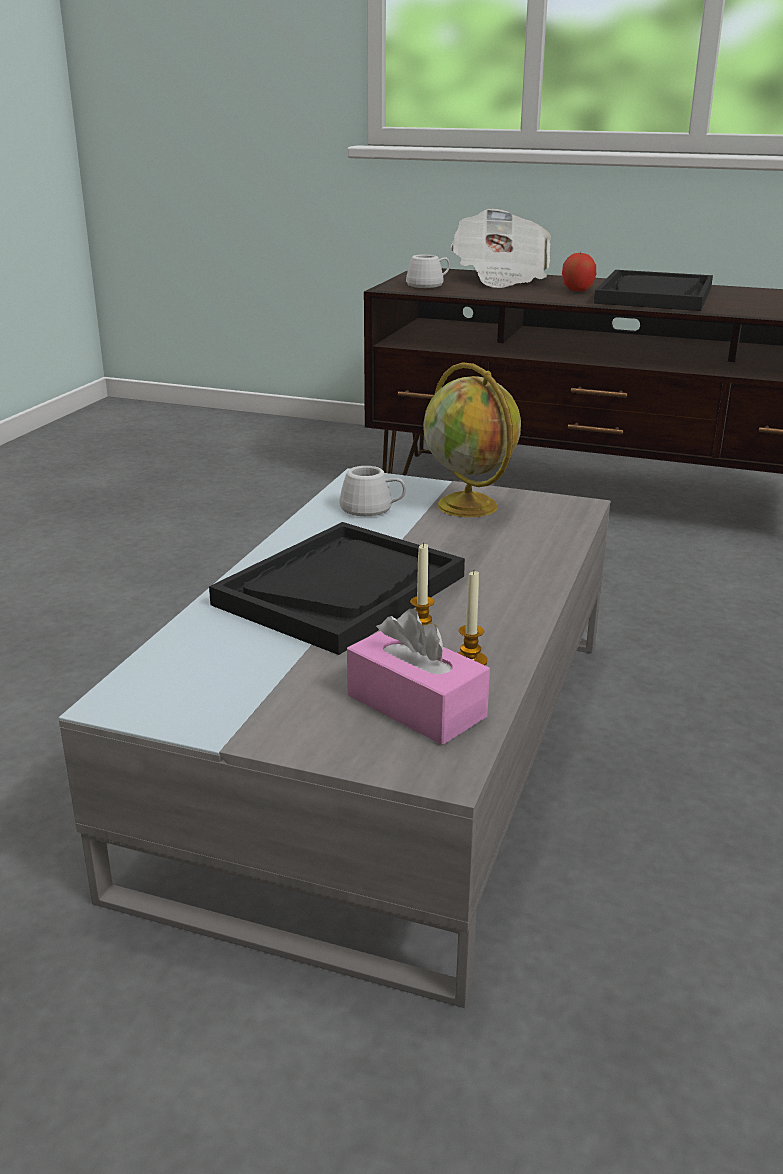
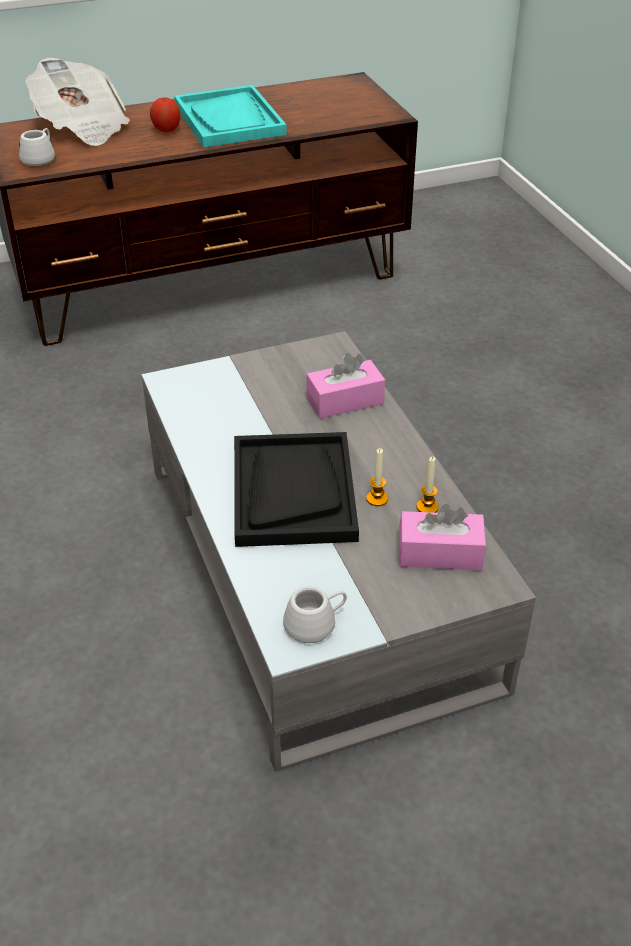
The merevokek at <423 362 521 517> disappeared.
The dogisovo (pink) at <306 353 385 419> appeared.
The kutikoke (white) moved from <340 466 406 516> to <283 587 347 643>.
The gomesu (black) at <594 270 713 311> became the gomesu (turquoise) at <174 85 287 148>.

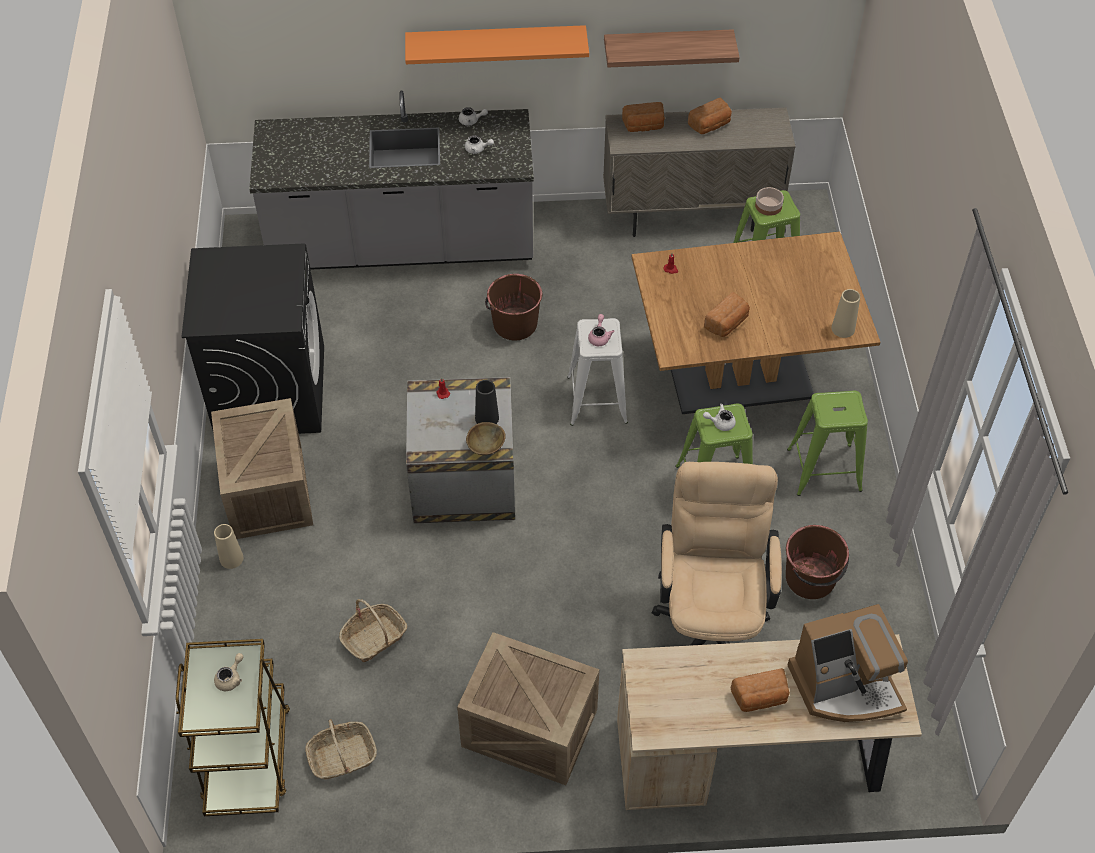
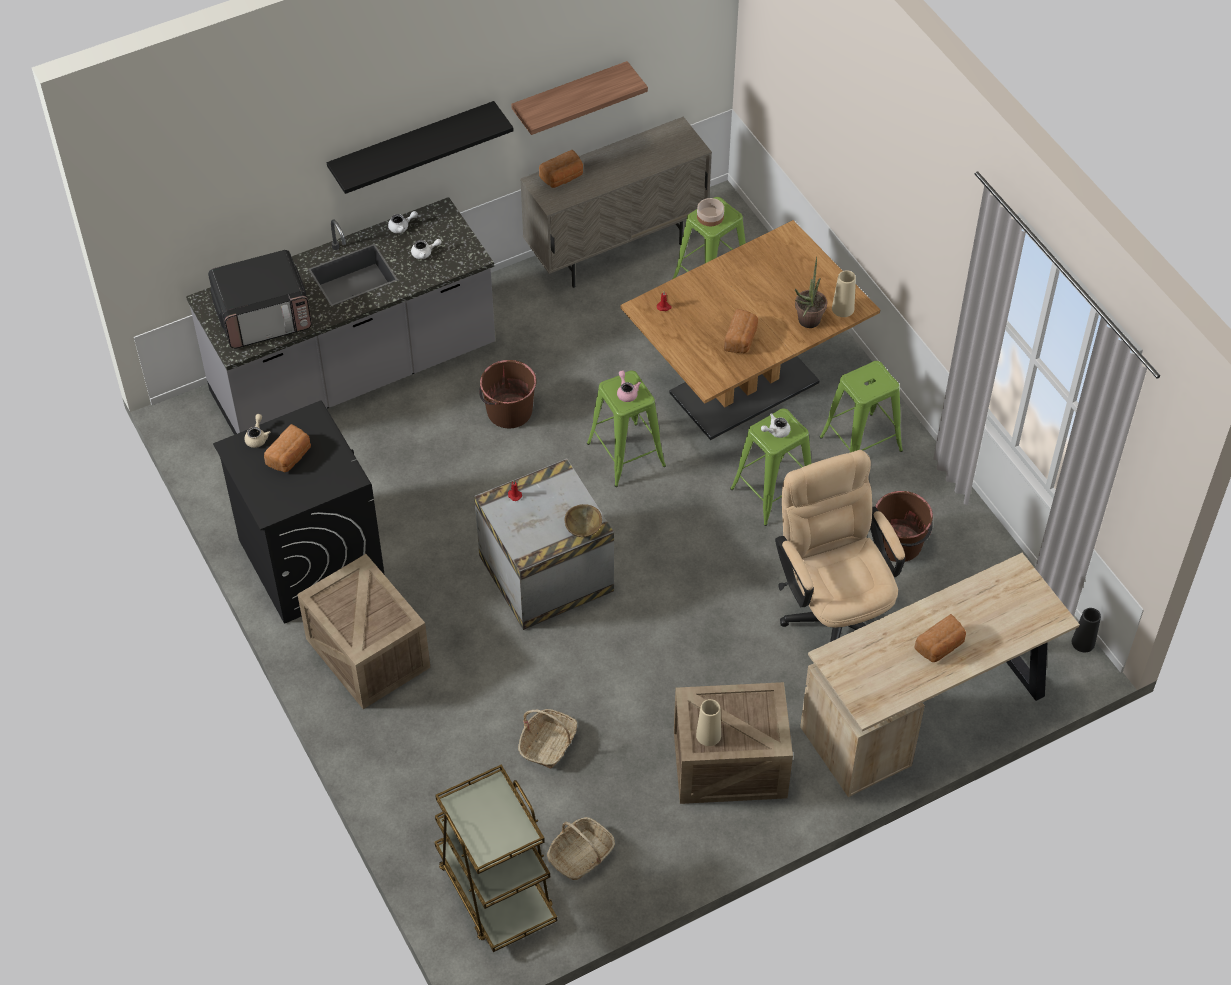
The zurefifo at <787 604 908 722> disappeared.
The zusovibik at <208 250 312 349> appeared.
The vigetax at <795 256 827 328> appeared.
The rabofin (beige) moved from <214 524 244 569> to <696 699 721 746>.
The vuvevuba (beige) moved from <214 653 243 691> to <244 414 271 448>.
The rabofin (black) moved from <475 380 499 424> to <1072 608 1101 652>.
The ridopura moved from <688 98 732 134> to <264 424 311 473>.
The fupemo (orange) at <405 25 589 64> became the fupemo (black) at <327 101 514 194>.
The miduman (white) at <567 318 628 426> became the miduman (green) at <587 371 666 487>.

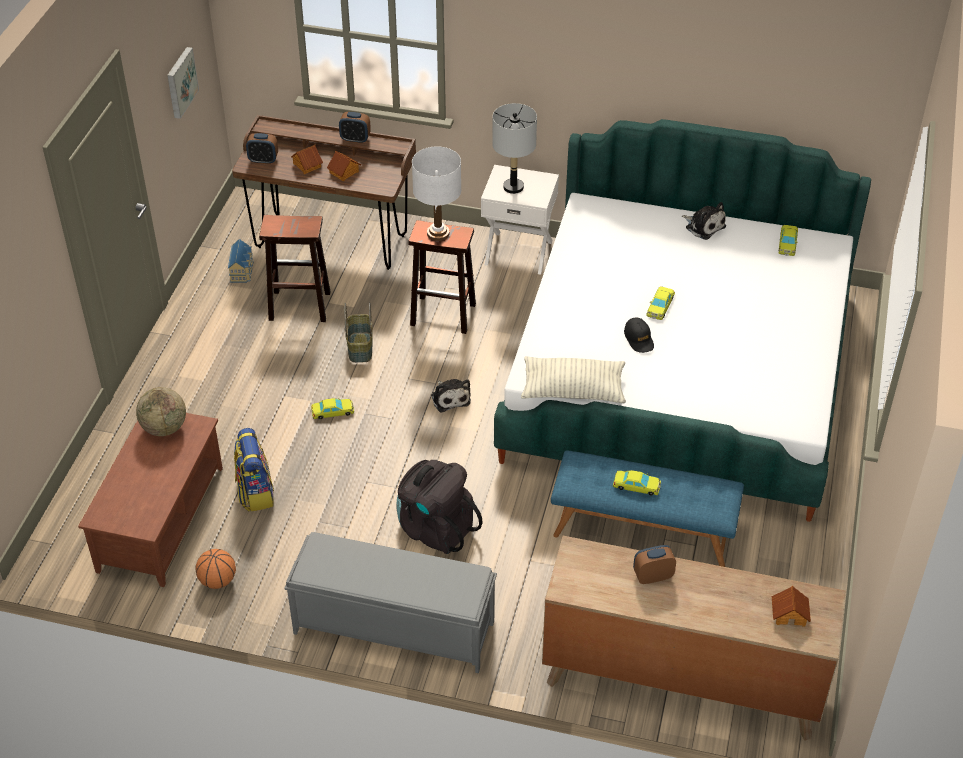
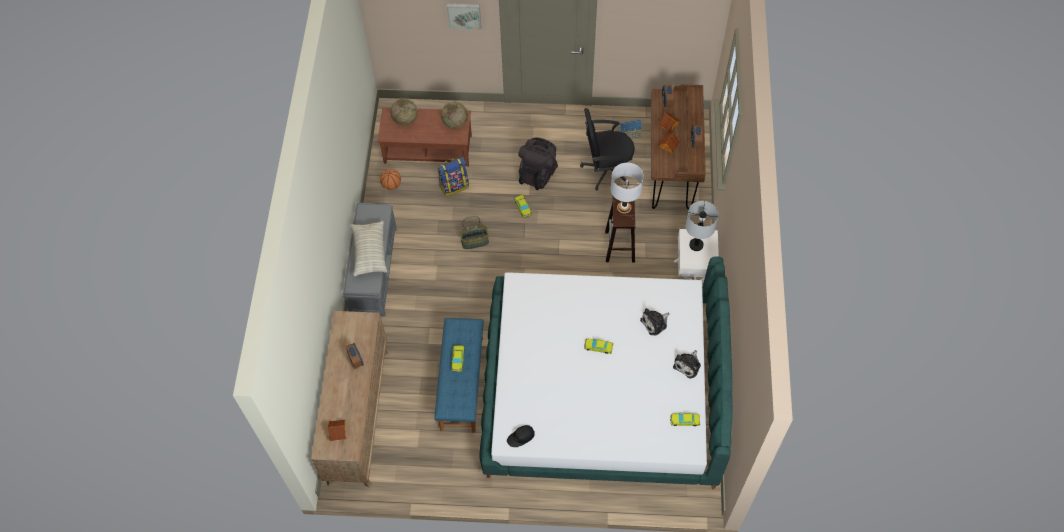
The merevokek at <391 99 417 126> appeared.
The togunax moved from <167 47 199 119> to <447 4 481 30>.
The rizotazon moved from <344 302 373 363> to <460 216 489 249>.
The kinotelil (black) moved from <397 460 483 554> to <518 138 558 190>.
The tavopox moved from <431 379 471 412> to <640 308 669 335>.
The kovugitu moved from <521 356 626 403> to <351 221 387 277>.
The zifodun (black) moved from <624 318 654 353> to <507 425 535 447>.
The miduman (brown) at <259 215 330 322> was replaced by the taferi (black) at <580 108 635 190>.

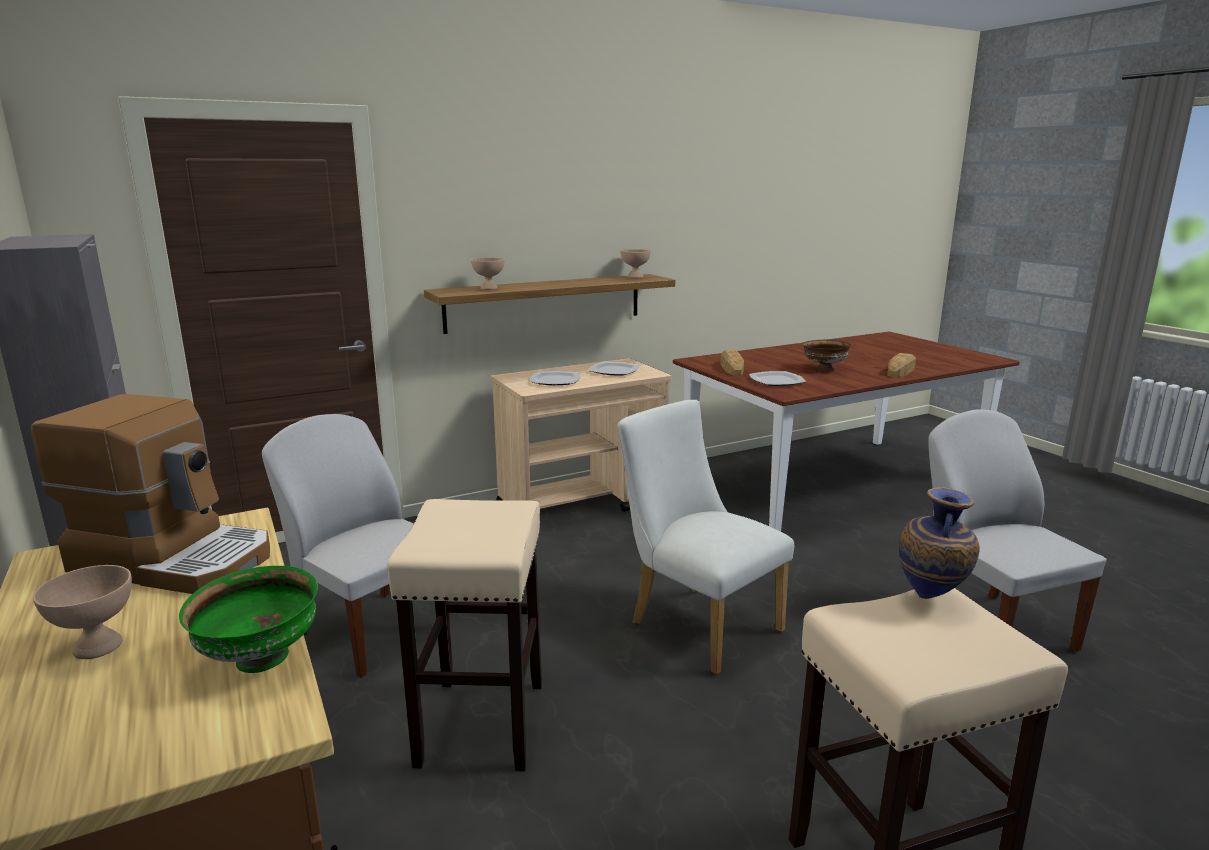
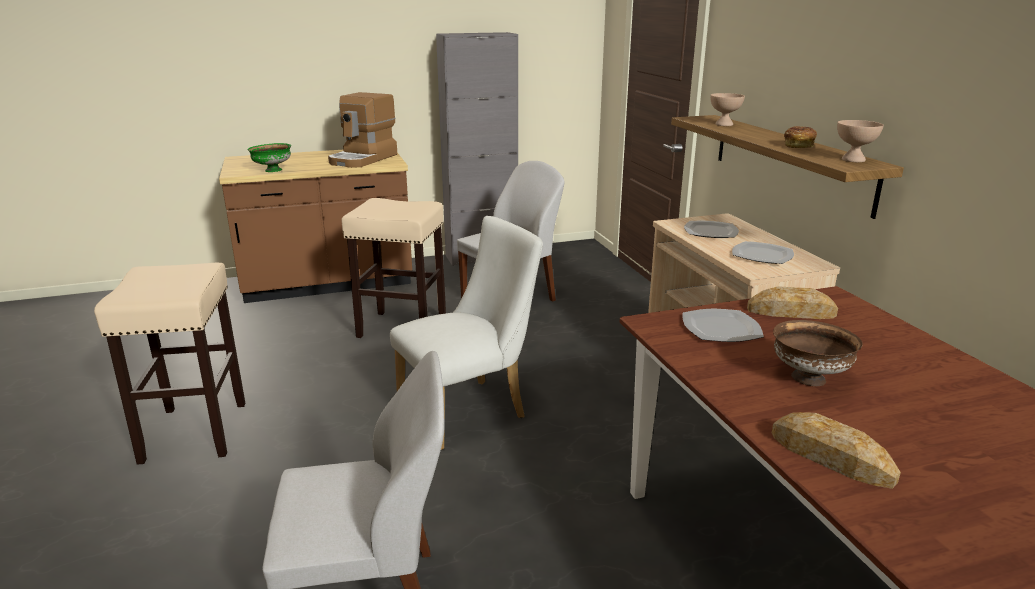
The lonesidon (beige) at <33 565 132 659> disappeared.
The rabofin at <899 487 980 599> disappeared.
The ridopura at <784 126 817 148> appeared.

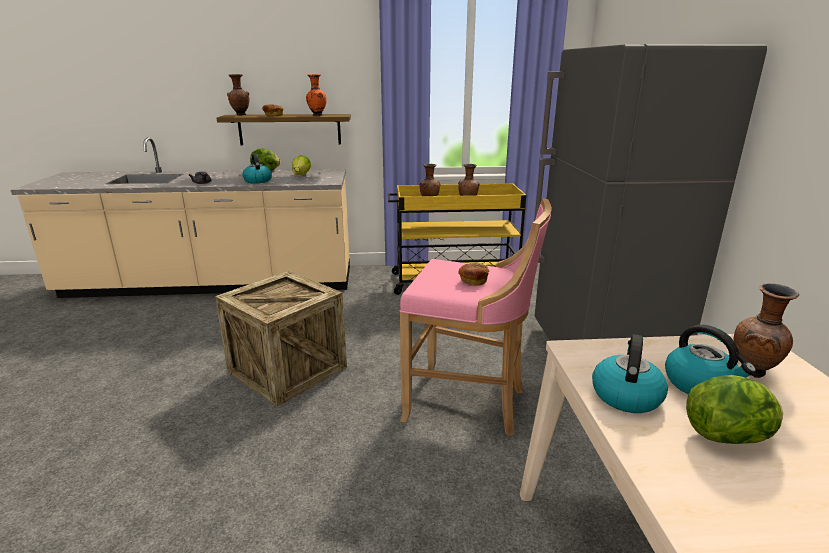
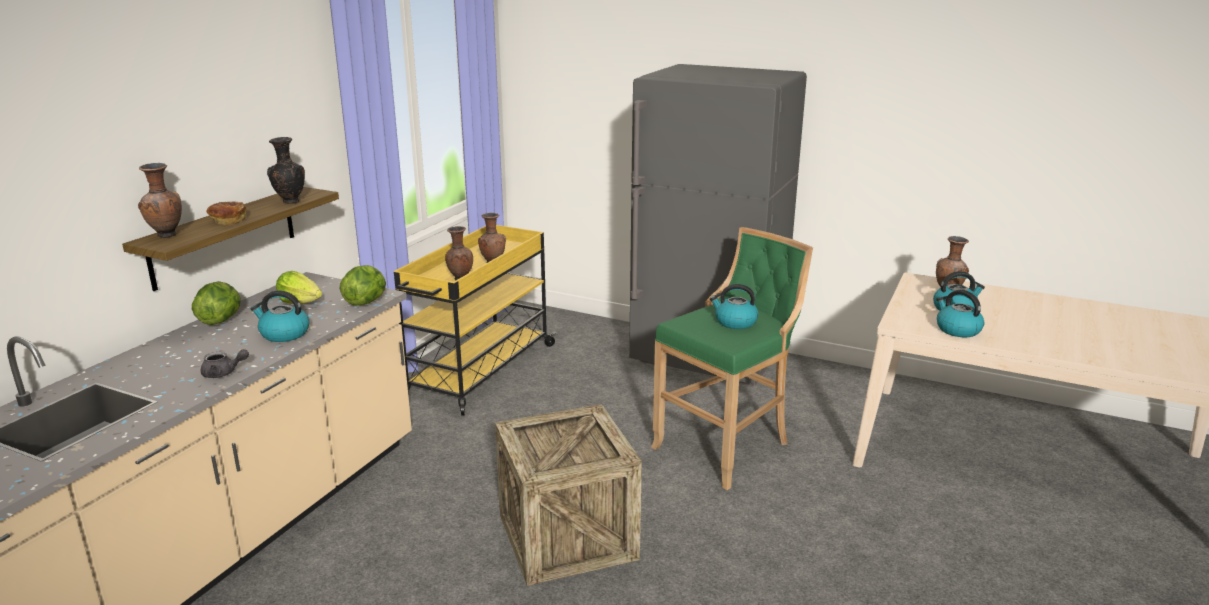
The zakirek moved from <686 375 783 444> to <340 265 386 306>.
The ridopura at <459 263 489 286> was replaced by the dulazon at <710 284 758 329>.
The rabofin (orange) at <306 74 327 116> became the rabofin (black) at <267 137 305 204>.
The miduman (pink) at <399 198 552 436> became the miduman (green) at <651 227 813 490>.

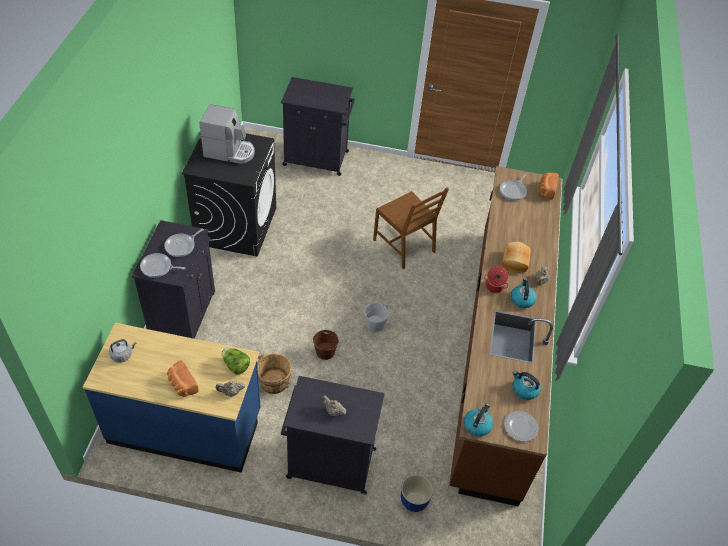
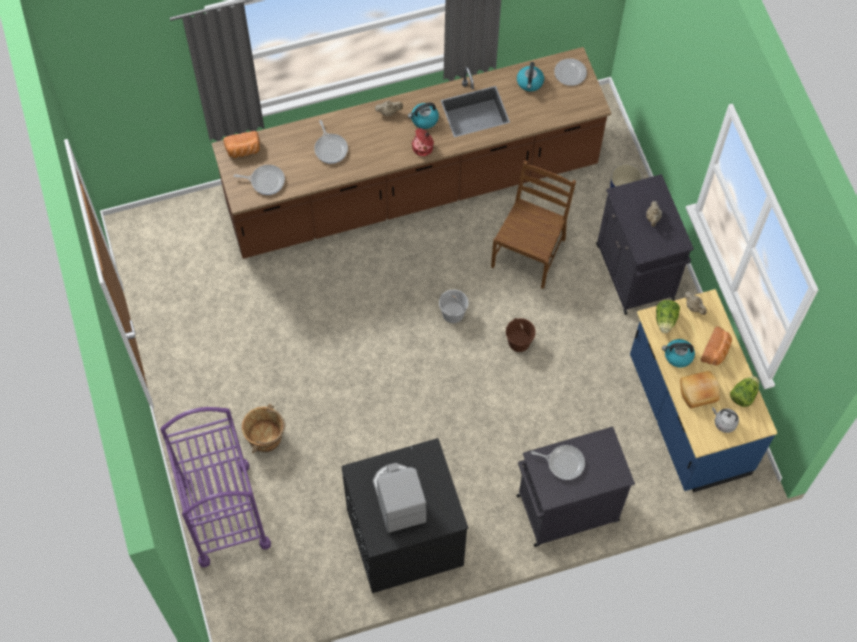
The zakirek at <730 376 759 407> appeared.
The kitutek moved from <140 253 186 278> to <314 120 348 164>.
The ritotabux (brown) moved from <257 353 292 394> to <242 404 285 453>.
The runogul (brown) moved from <373 188 449 269> to <491 160 576 289>.
The dulazon moved from <464 403 493 436> to <662 339 695 368>.
The ridopura moved from <502 242 531 272> to <680 371 720 409>.
The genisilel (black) at <281 77 355 176> was replaced by the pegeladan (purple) at <160 407 271 567>.

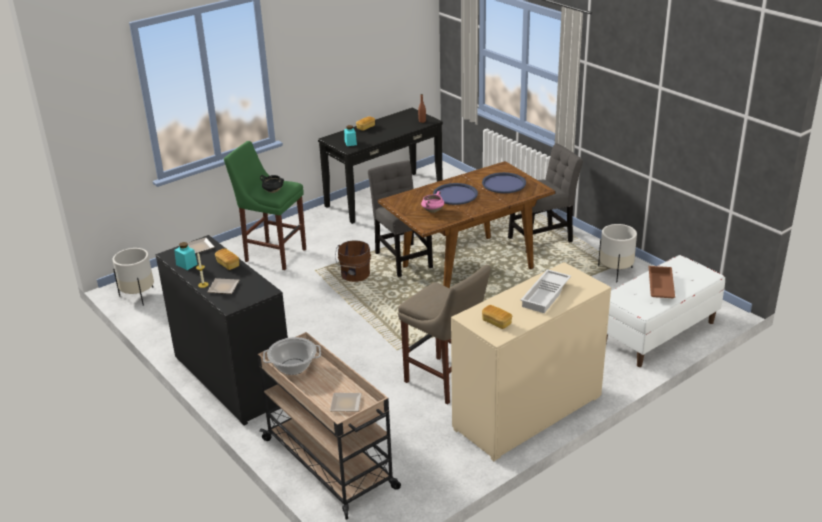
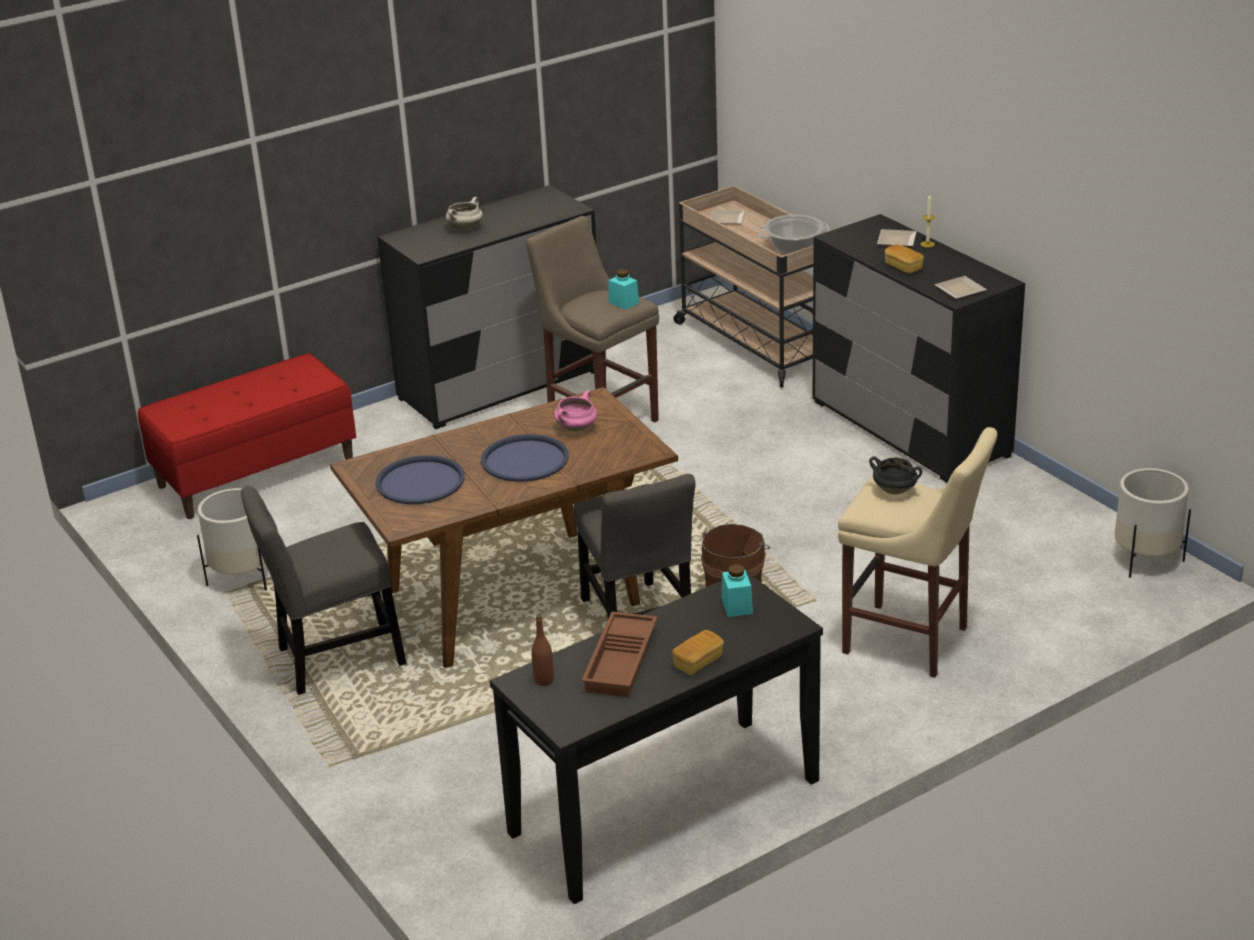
The ridopura at <482 305 512 329> disappeared.
The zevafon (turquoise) moved from <174 242 198 270> to <609 269 639 310>.
The gomesu (brown) moved from <649 266 675 299> to <582 612 658 697>.
The gomesu (white) at <521 269 571 313> was replaced by the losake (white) at <446 197 483 231>.
The miduman (green) at <224 141 306 270> became the miduman (beige) at <838 427 997 678>.
The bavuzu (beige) at <451 262 611 461> became the bavuzu (black) at <377 185 596 429>.
The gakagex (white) at <606 255 725 367> became the gakagex (red) at <138 353 356 519>.

